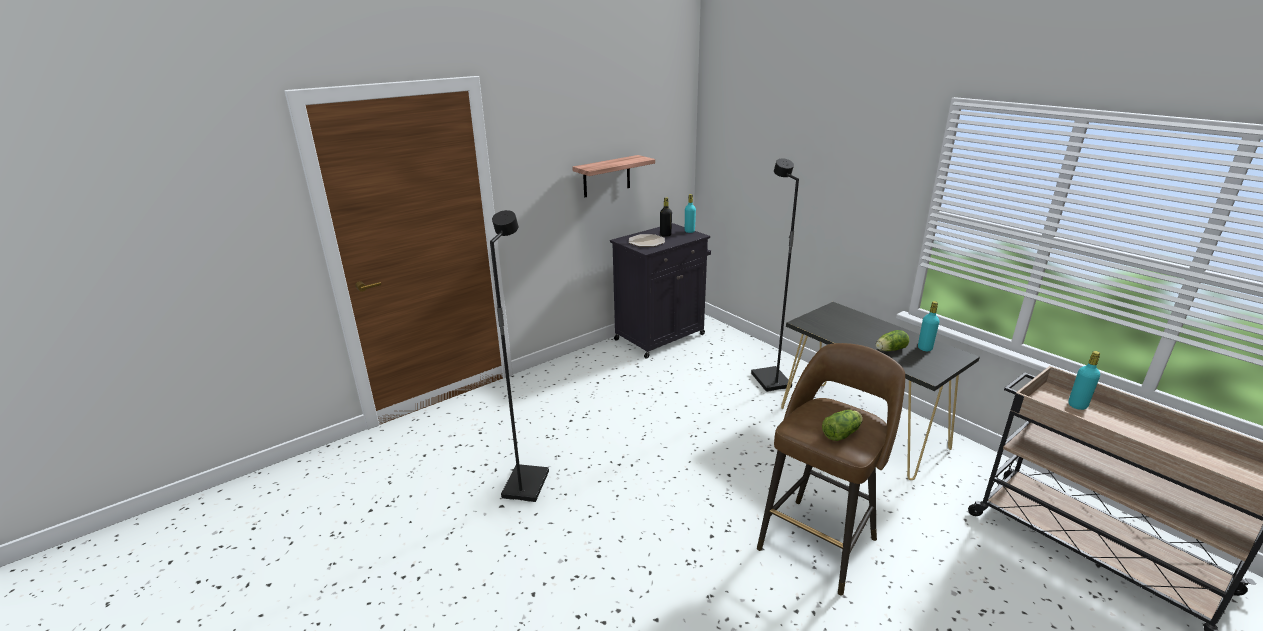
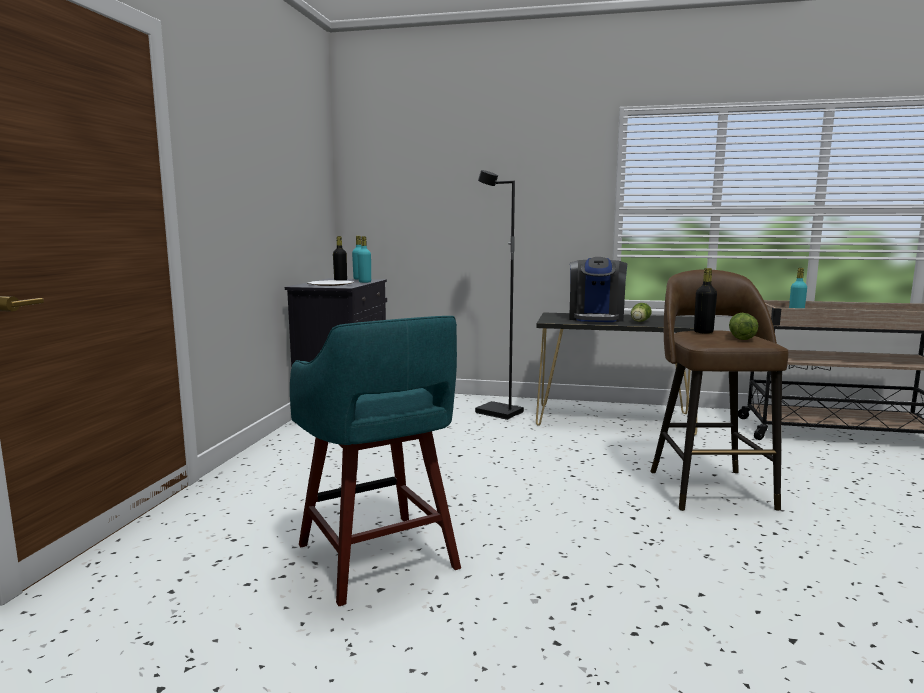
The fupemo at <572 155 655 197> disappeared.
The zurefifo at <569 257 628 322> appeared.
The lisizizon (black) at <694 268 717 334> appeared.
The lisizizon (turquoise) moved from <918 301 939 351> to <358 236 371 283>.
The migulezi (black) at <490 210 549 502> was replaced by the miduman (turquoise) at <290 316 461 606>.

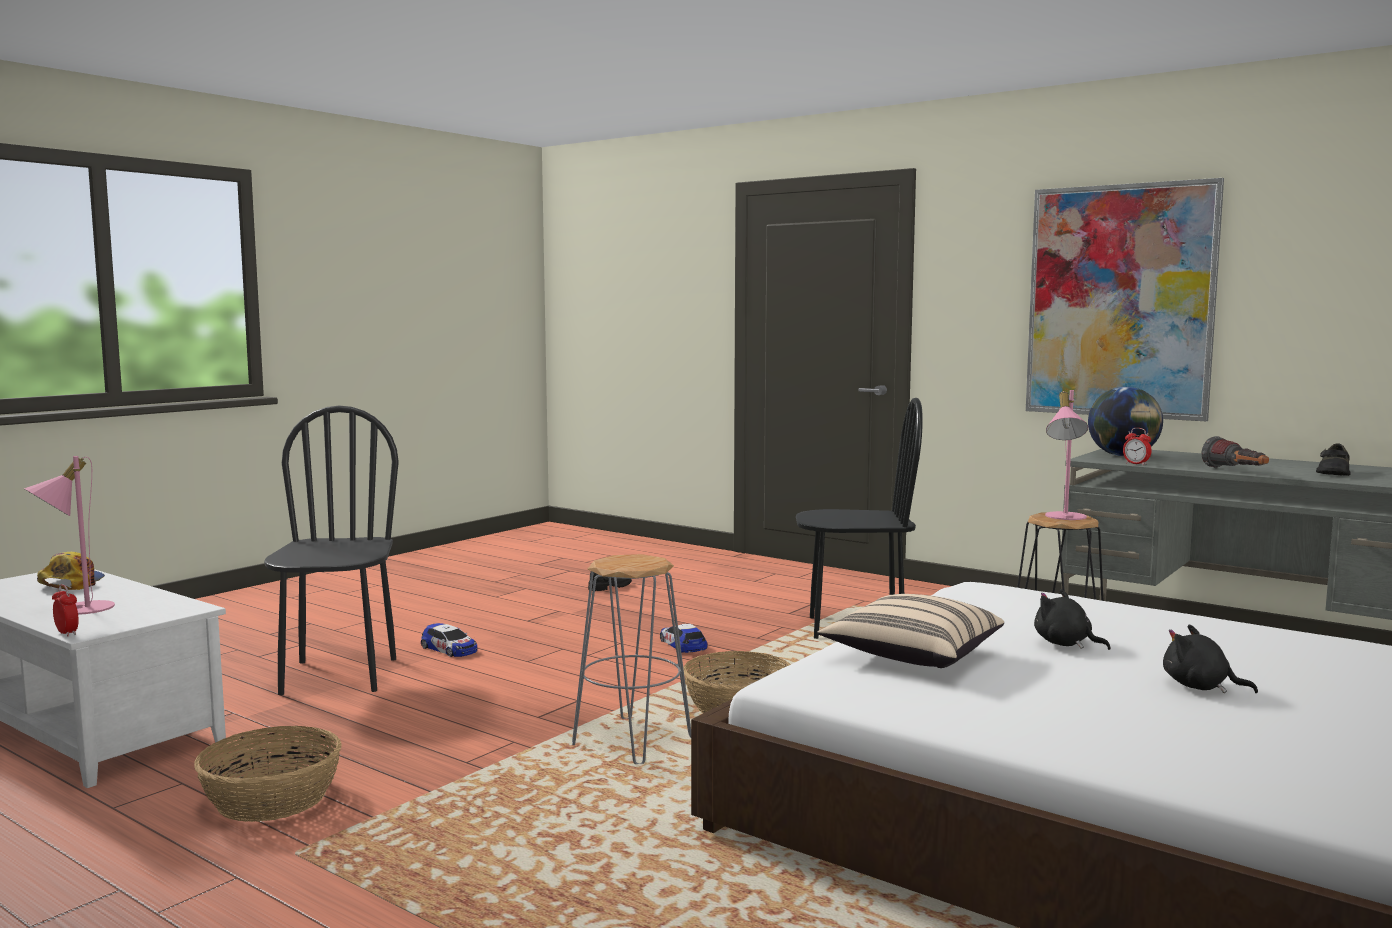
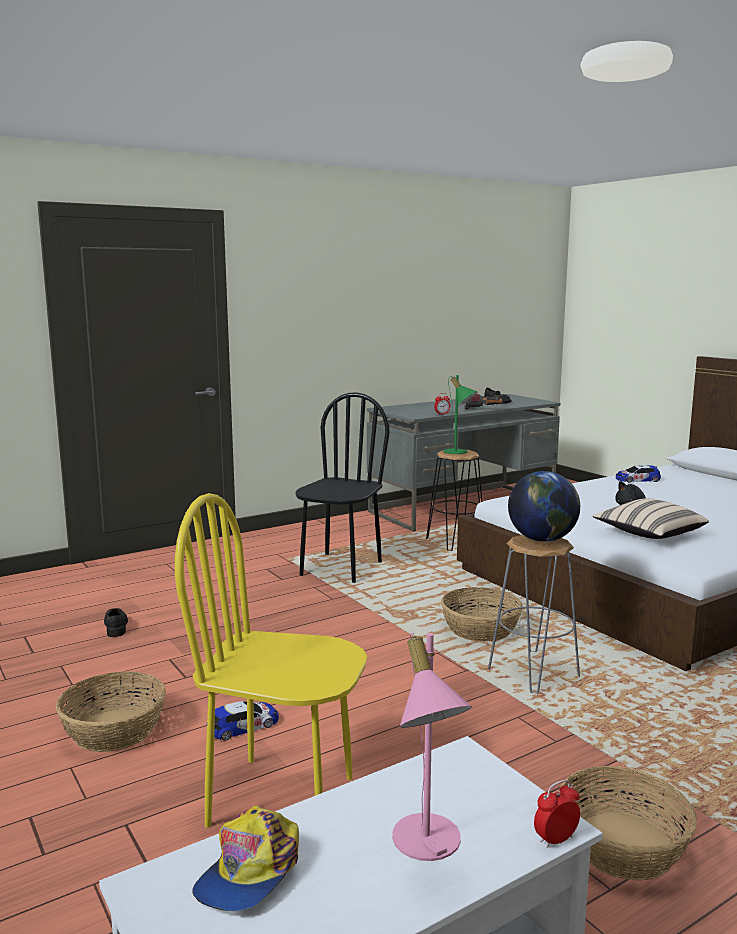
The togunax at <1026 178 1224 422> disappeared.
The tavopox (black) at <1163 625 1258 693> disappeared.
The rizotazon at <56 671 166 752> appeared.
The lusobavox moved from <660 624 708 653> to <616 465 661 483>.
The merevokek moved from <1088 387 1163 456> to <508 471 580 542>.
The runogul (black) at <264 406 399 695> became the runogul (yellow) at <175 493 367 828>.
The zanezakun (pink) at <1045 390 1088 520> became the zanezakun (green) at <443 375 478 454>.
The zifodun at <37 552 105 590> turned 75 degrees counterclockwise.

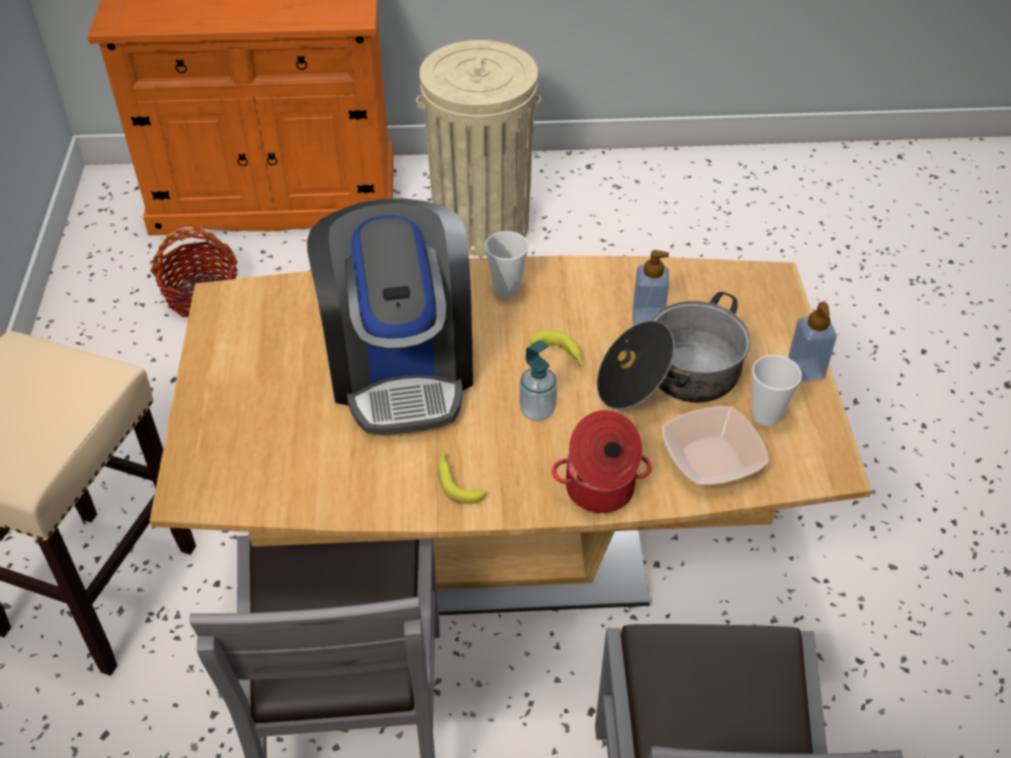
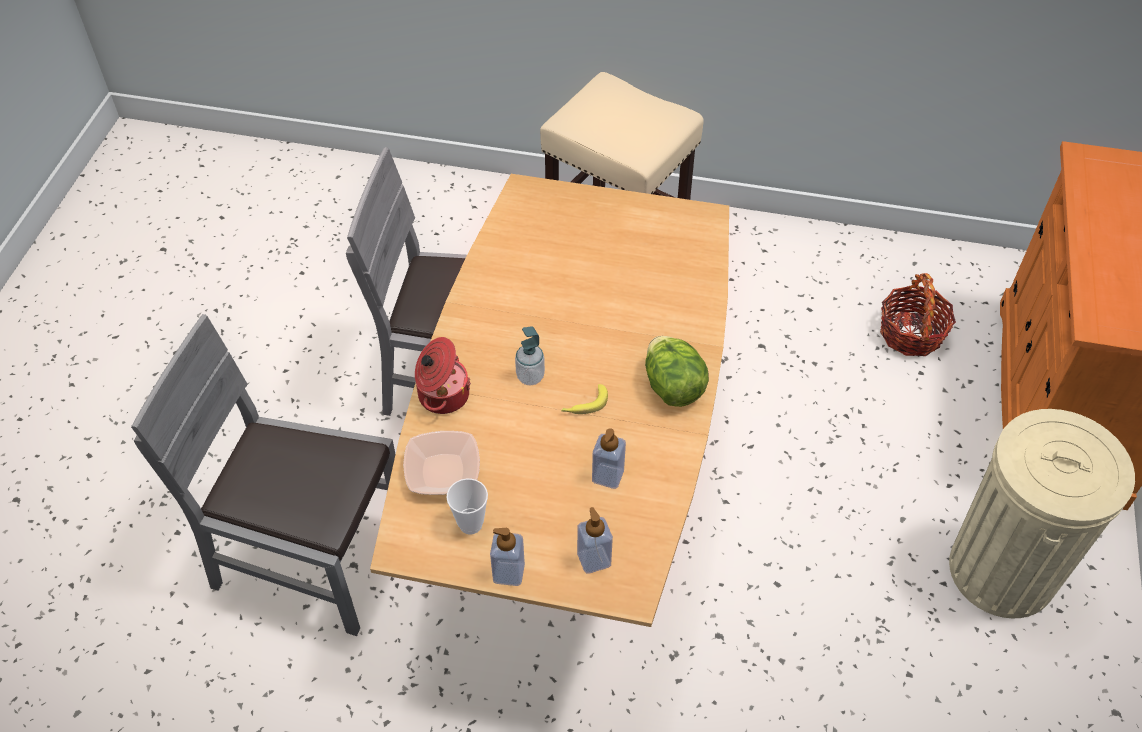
The zurefifo at <307 198 473 435> disappeared.
The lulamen at <438 451 486 504> disappeared.
The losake at <597 292 751 410> disappeared.
The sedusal at <577 507 613 574> appeared.
The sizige at <485 231 529 297> was replaced by the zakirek at <645 336 709 407>.

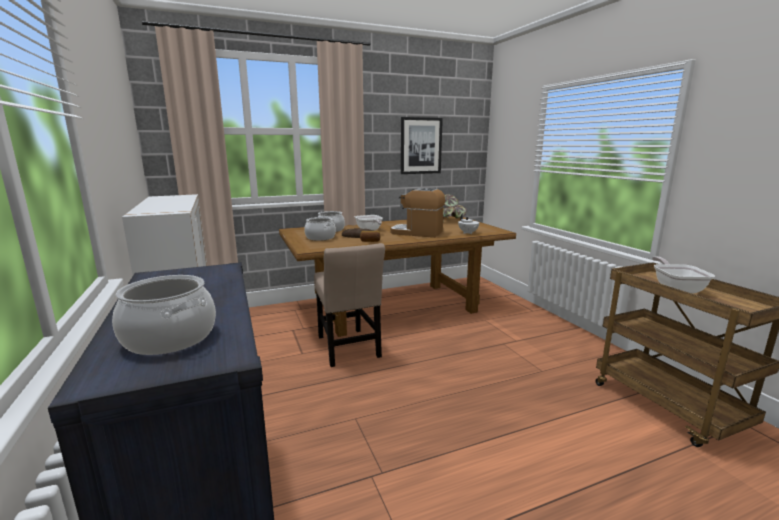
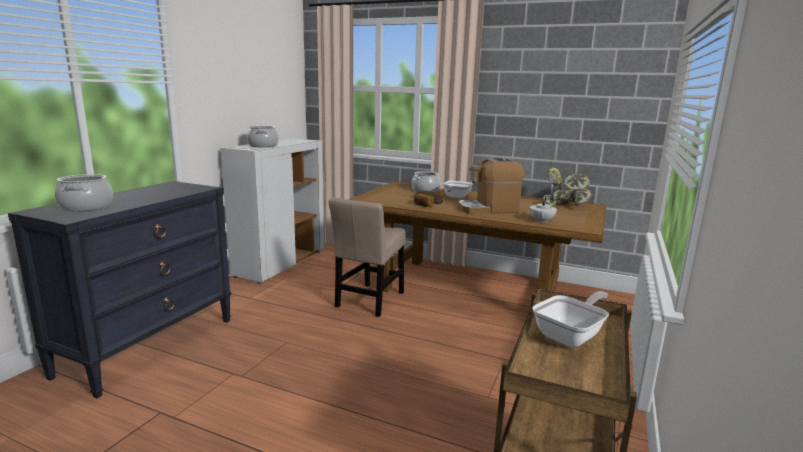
The togunax at <401 117 443 174> disappeared.
The losake moved from <304 217 336 241> to <247 126 279 147>.
The zurefifo at <390 188 445 238> turned 75 degrees counterclockwise.

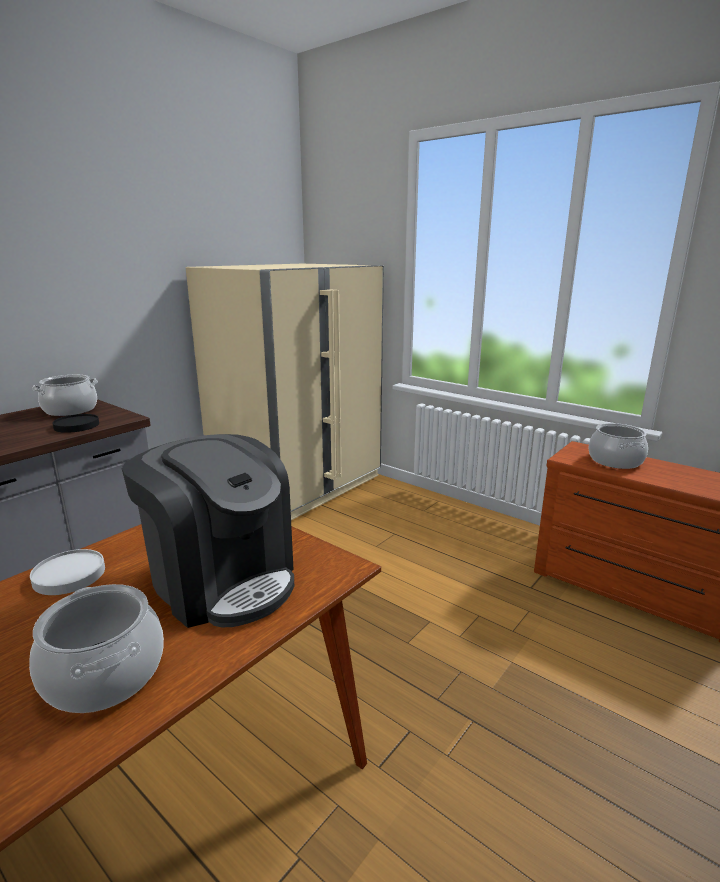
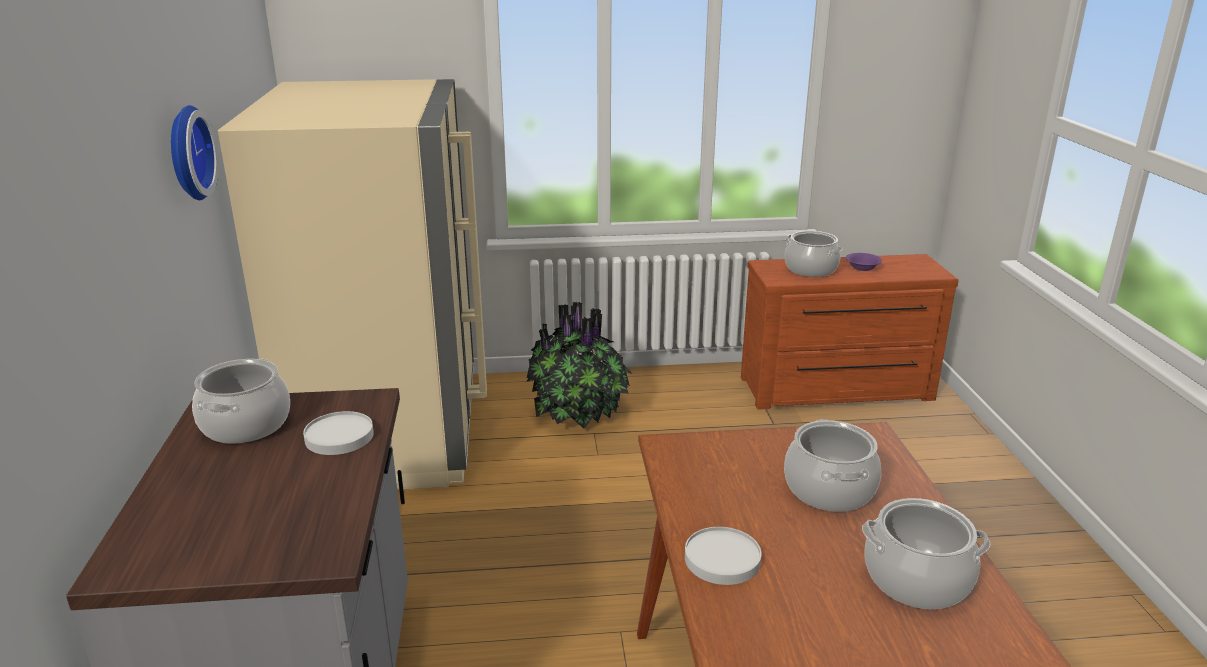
The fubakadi at <171 105 218 200> appeared.
The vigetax at <527 302 632 429> appeared.
The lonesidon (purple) at <846 253 882 271> appeared.
The zurefifo at <122 434 294 628> was replaced by the losake at <784 419 881 512>.
The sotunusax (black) at <52 414 99 433> became the sotunusax (white) at <303 411 374 455>.

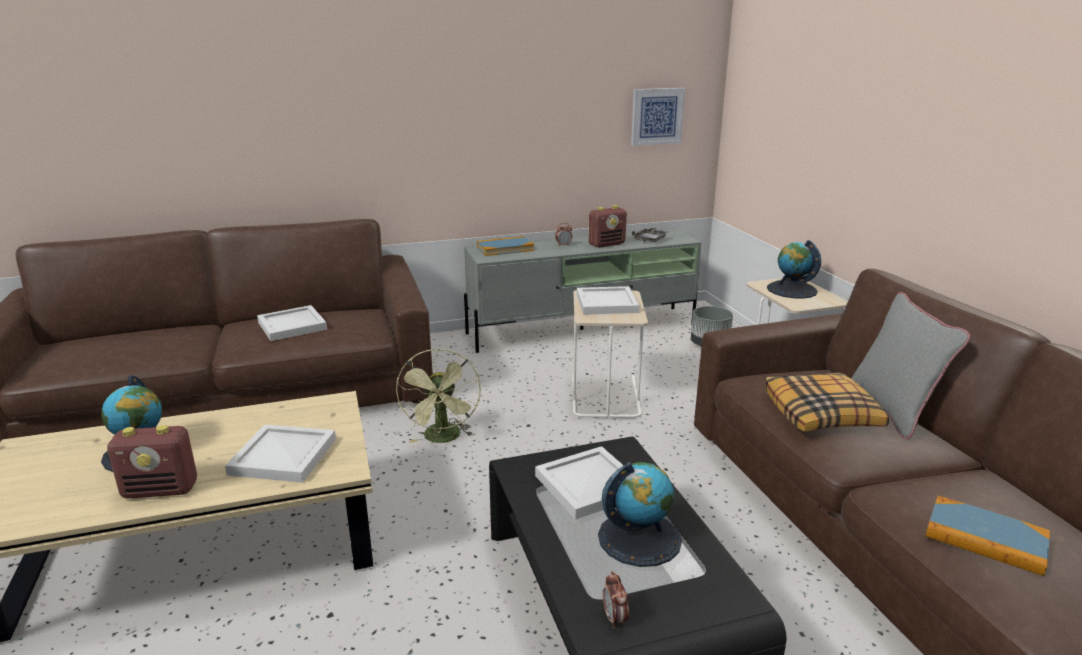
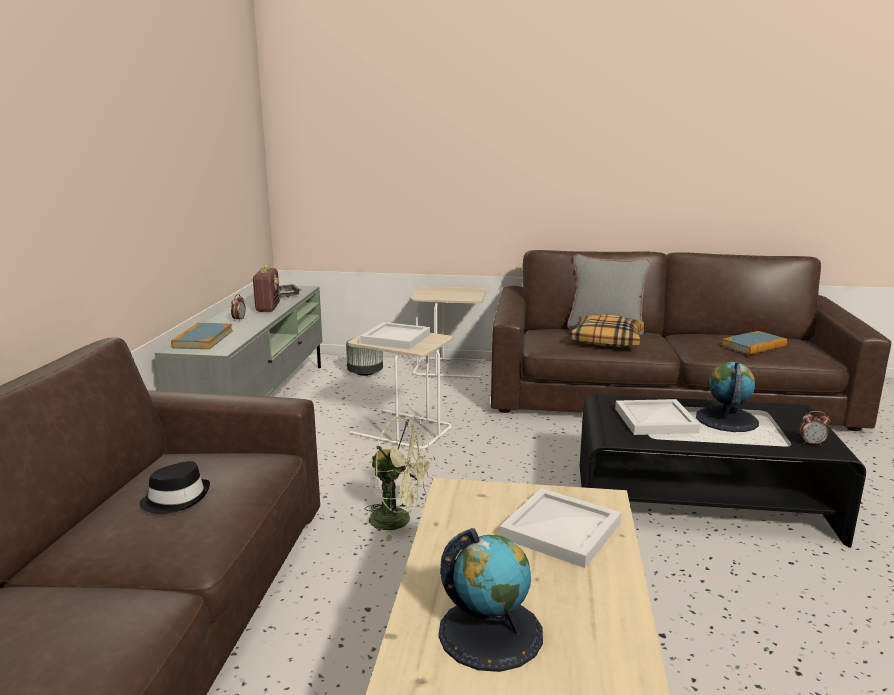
The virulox at <107 425 197 499> disappeared.
The togunax at <631 88 685 146> disappeared.
The merevokek at <767 240 821 299> disappeared.
The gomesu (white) at <257 305 327 341> was replaced by the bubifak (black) at <139 461 210 514>.

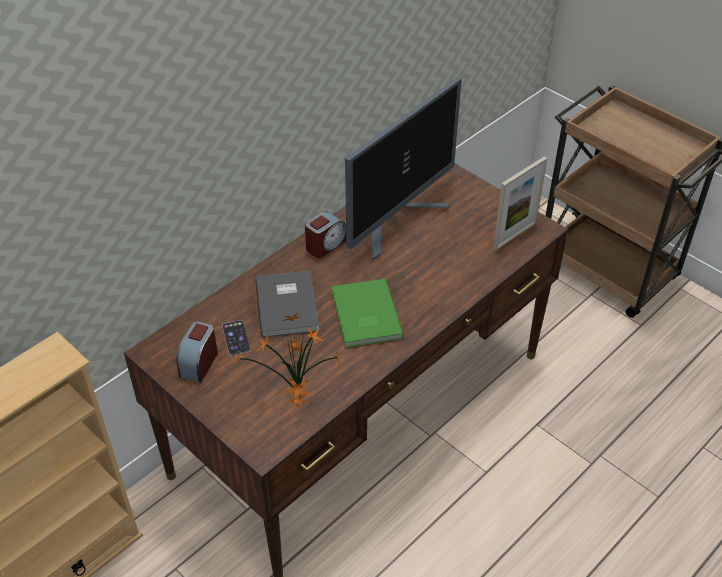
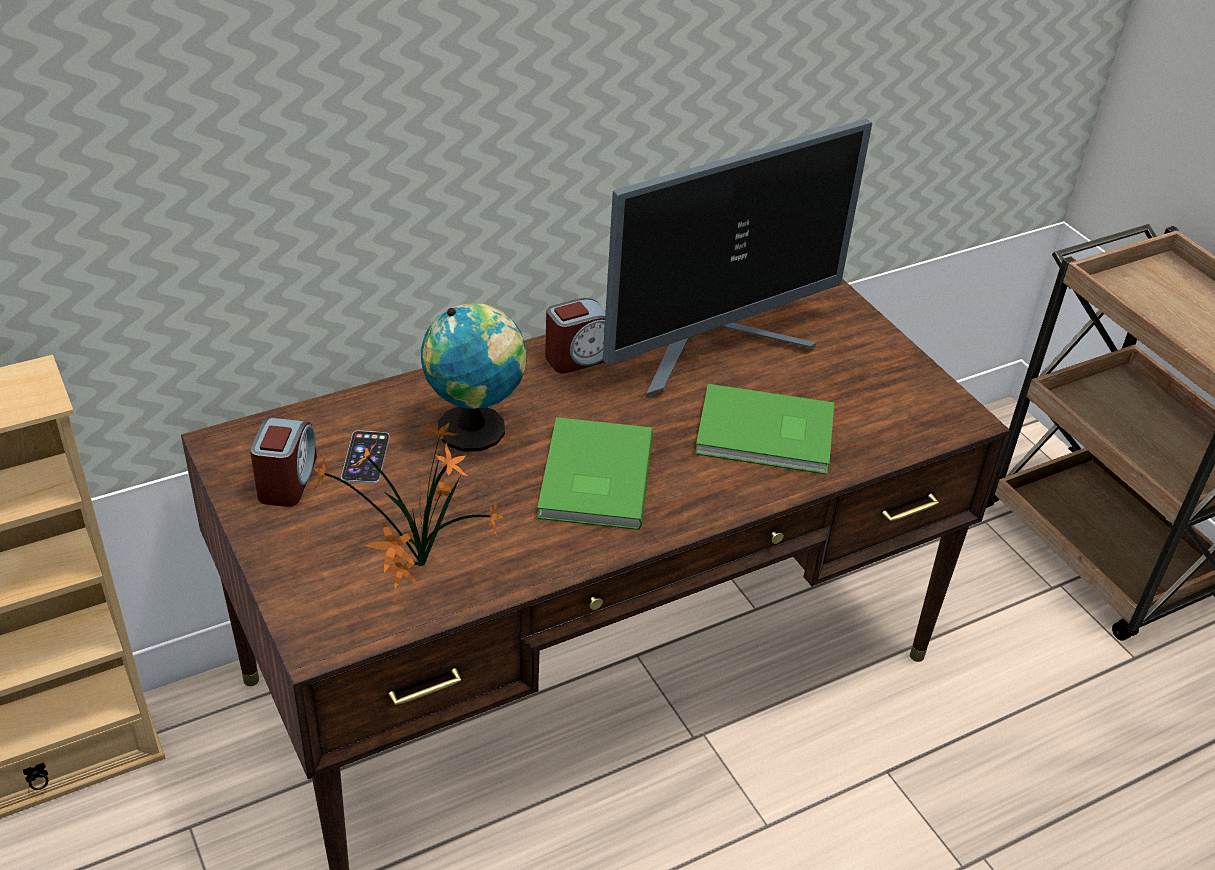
The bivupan at <493 156 547 251> disappeared.
The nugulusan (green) at <695 384 834 475> appeared.
The nugulusan (grey) at <255 271 320 337> was replaced by the merevokek at <421 303 527 452>.
The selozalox at <176 321 218 383> turned 150 degrees clockwise.

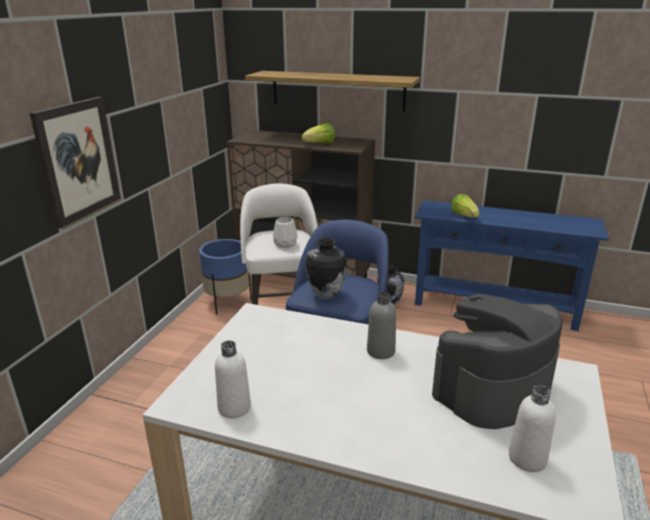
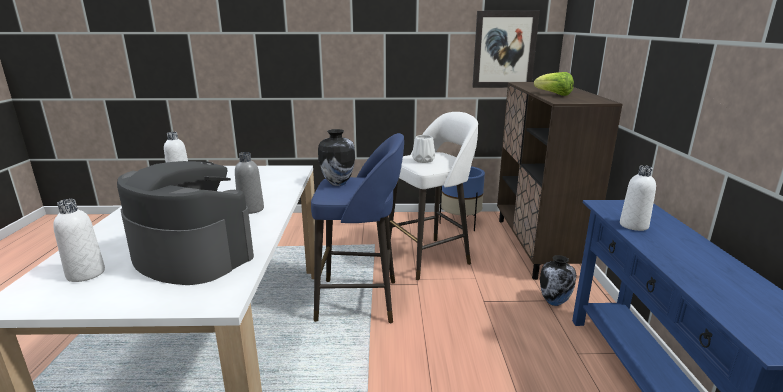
The fupemo at <245 71 420 112> disappeared.
The togunax moved from <30 97 121 229> to <472 11 540 88>.
The zakirek at <451 194 480 218> was replaced by the lisizizon (white) at <620 165 656 231>.

